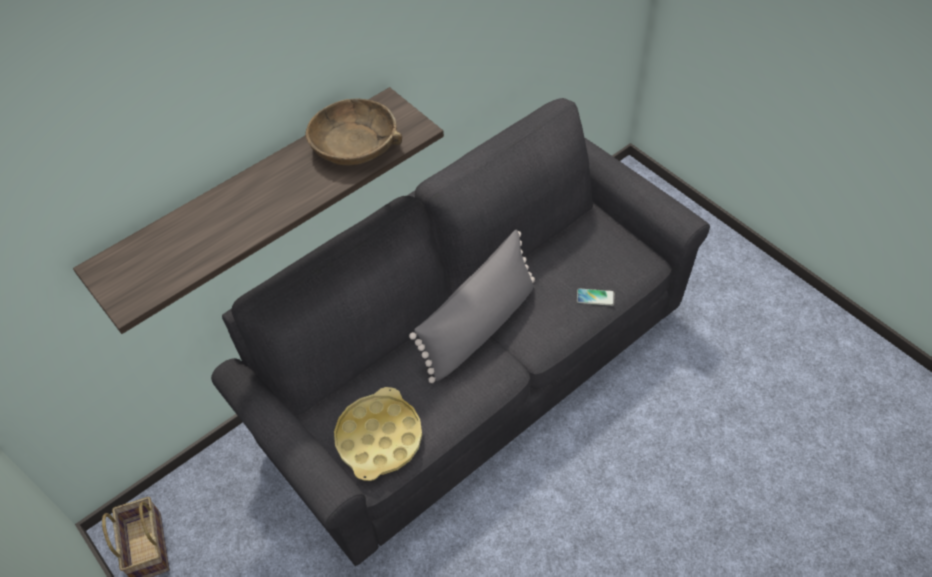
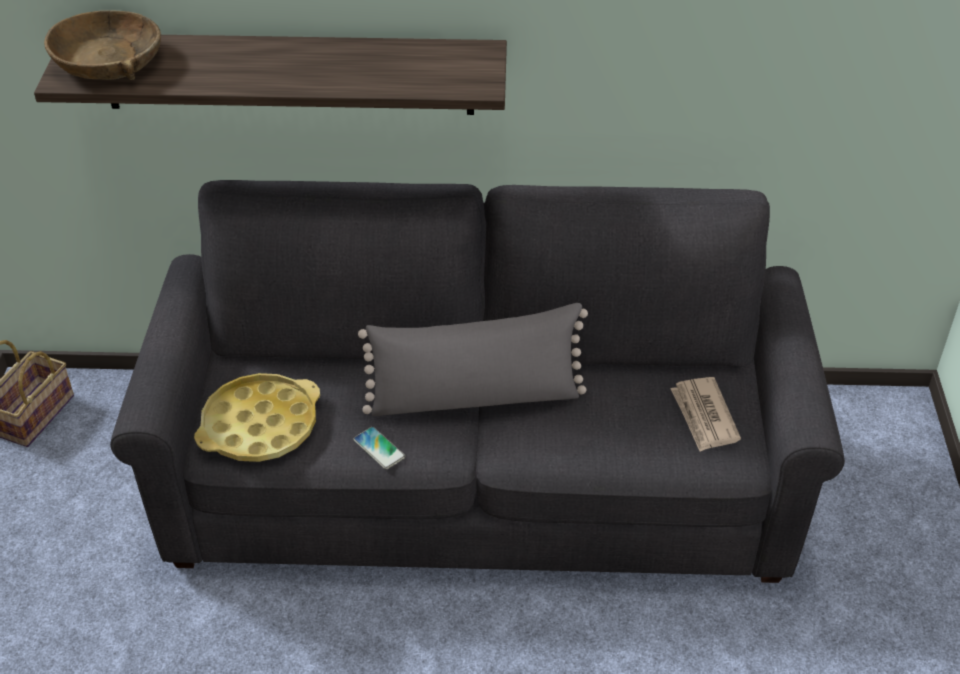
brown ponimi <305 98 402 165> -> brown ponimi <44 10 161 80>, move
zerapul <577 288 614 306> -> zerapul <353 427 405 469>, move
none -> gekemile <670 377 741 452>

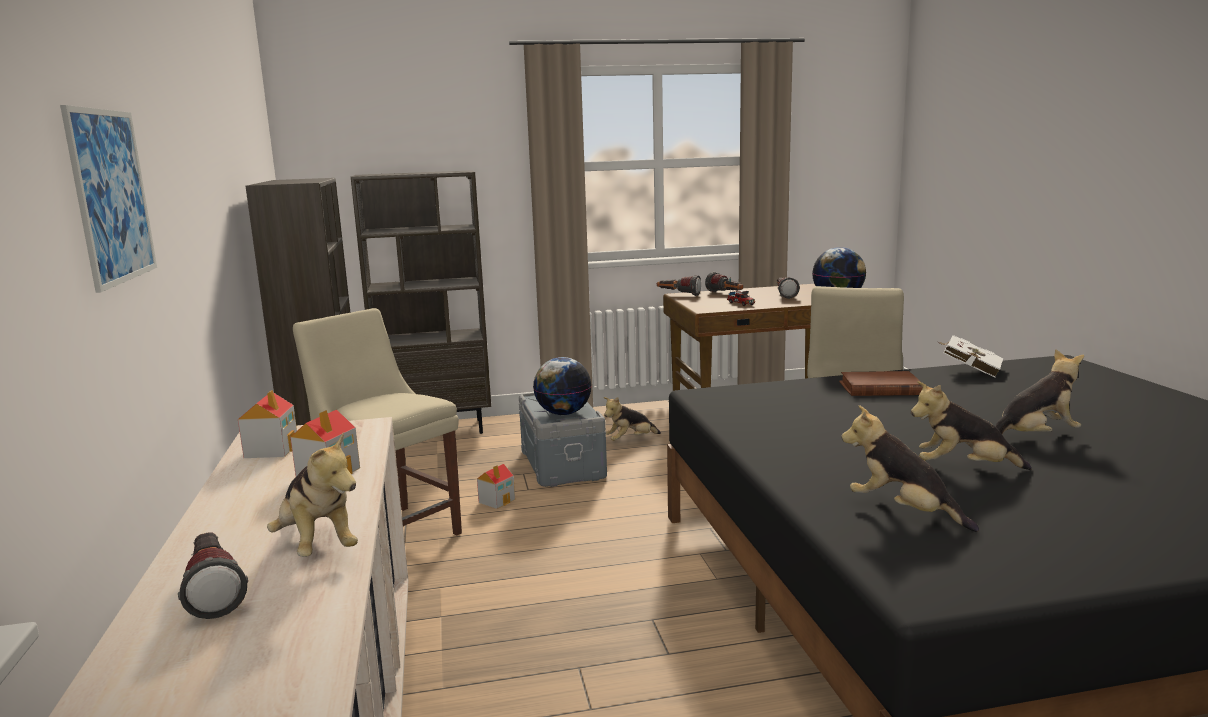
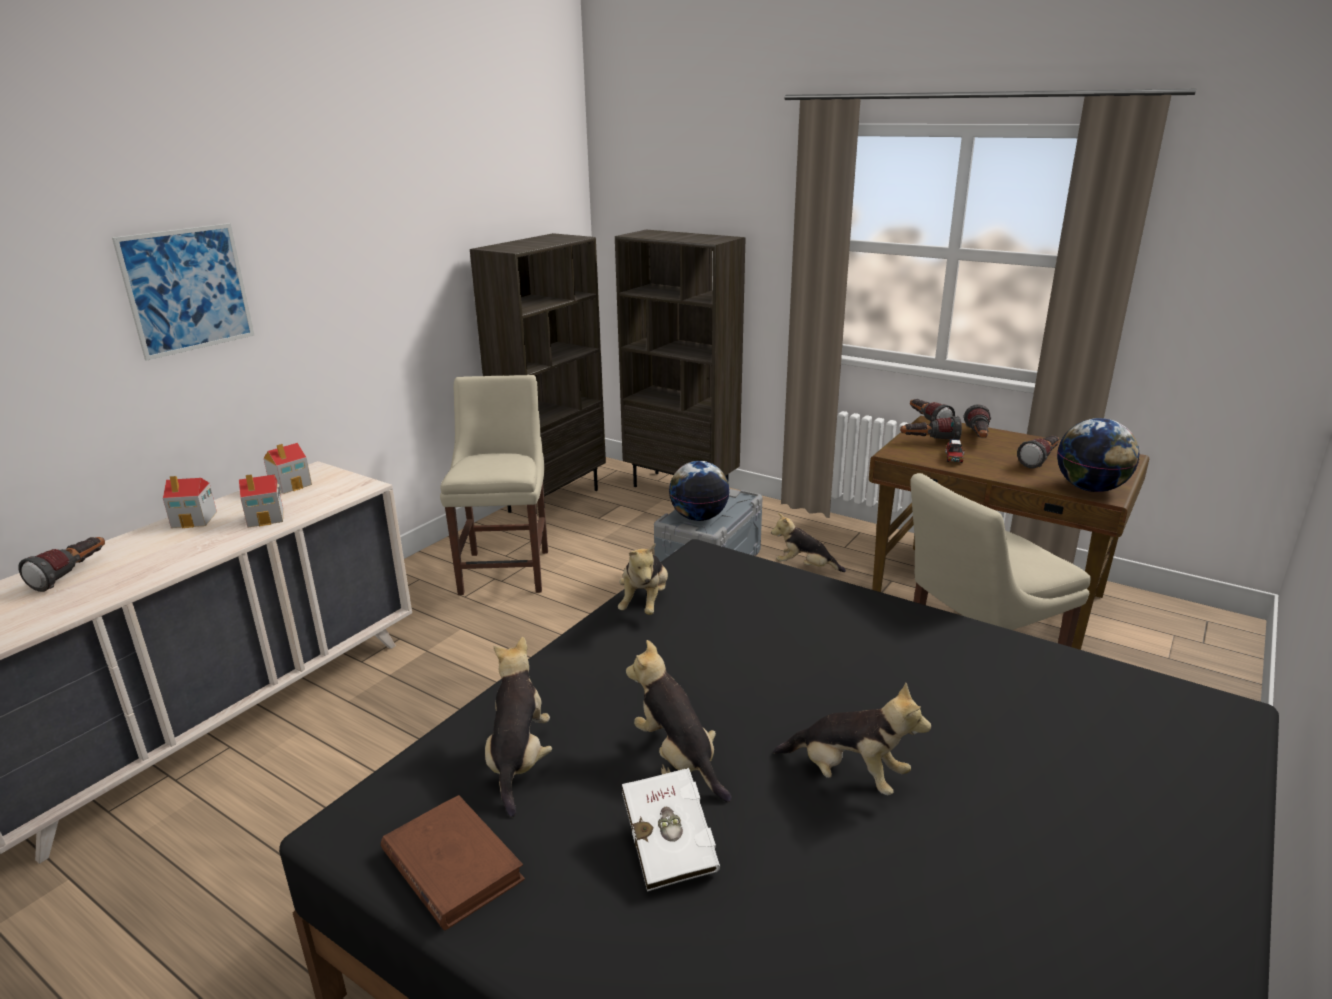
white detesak <939 335 1004 377> -> white detesak <622 764 720 892>, move
brown detesak <839 371 923 396> -> brown detesak <381 795 525 931>, move
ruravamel <267 432 358 557> -> ruravamel <618 543 668 615>, move
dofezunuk <477 464 515 509> -> dofezunuk <163 476 217 528>, move
none -> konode <900 416 962 440>

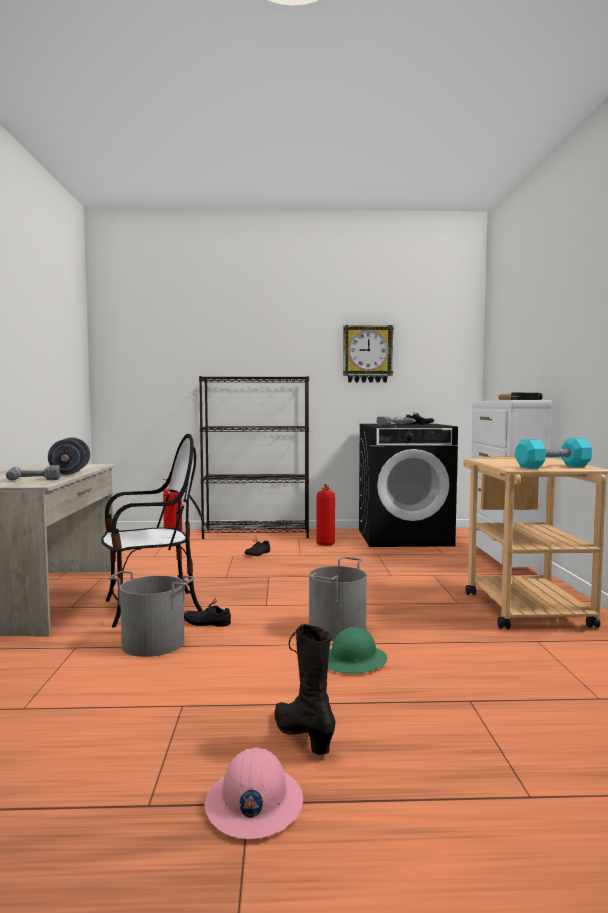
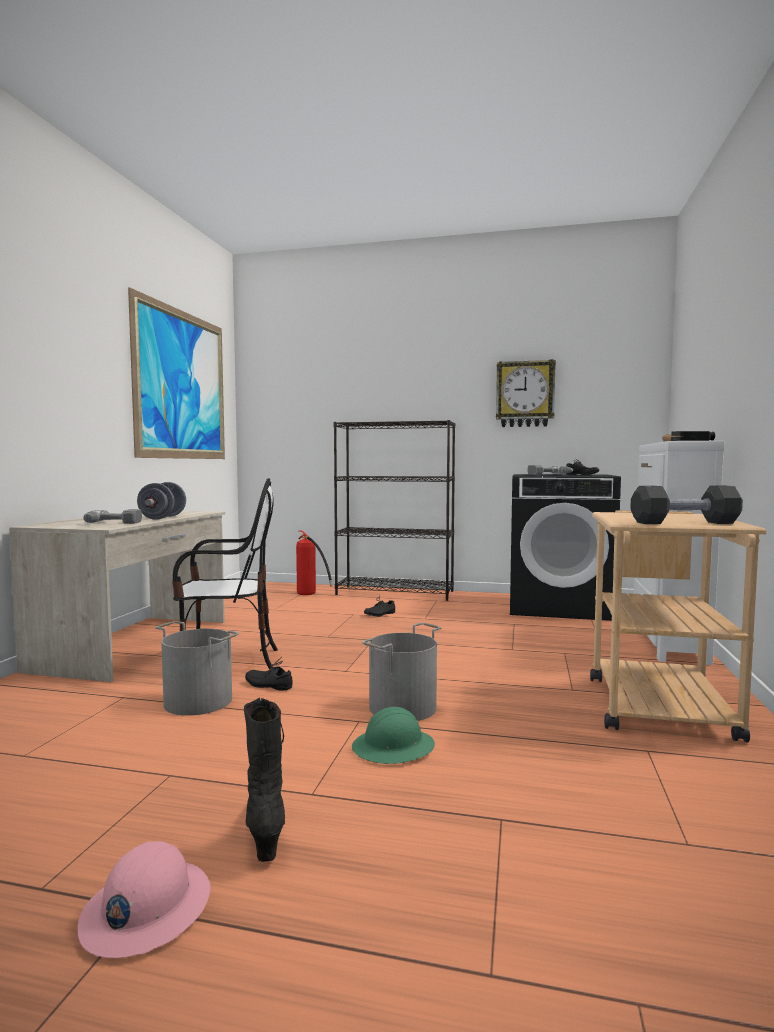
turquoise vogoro <515 438 592 469> -> black vogoro <630 486 743 524>
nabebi <316 484 335 546> -> none
none -> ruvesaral <128 287 225 459>

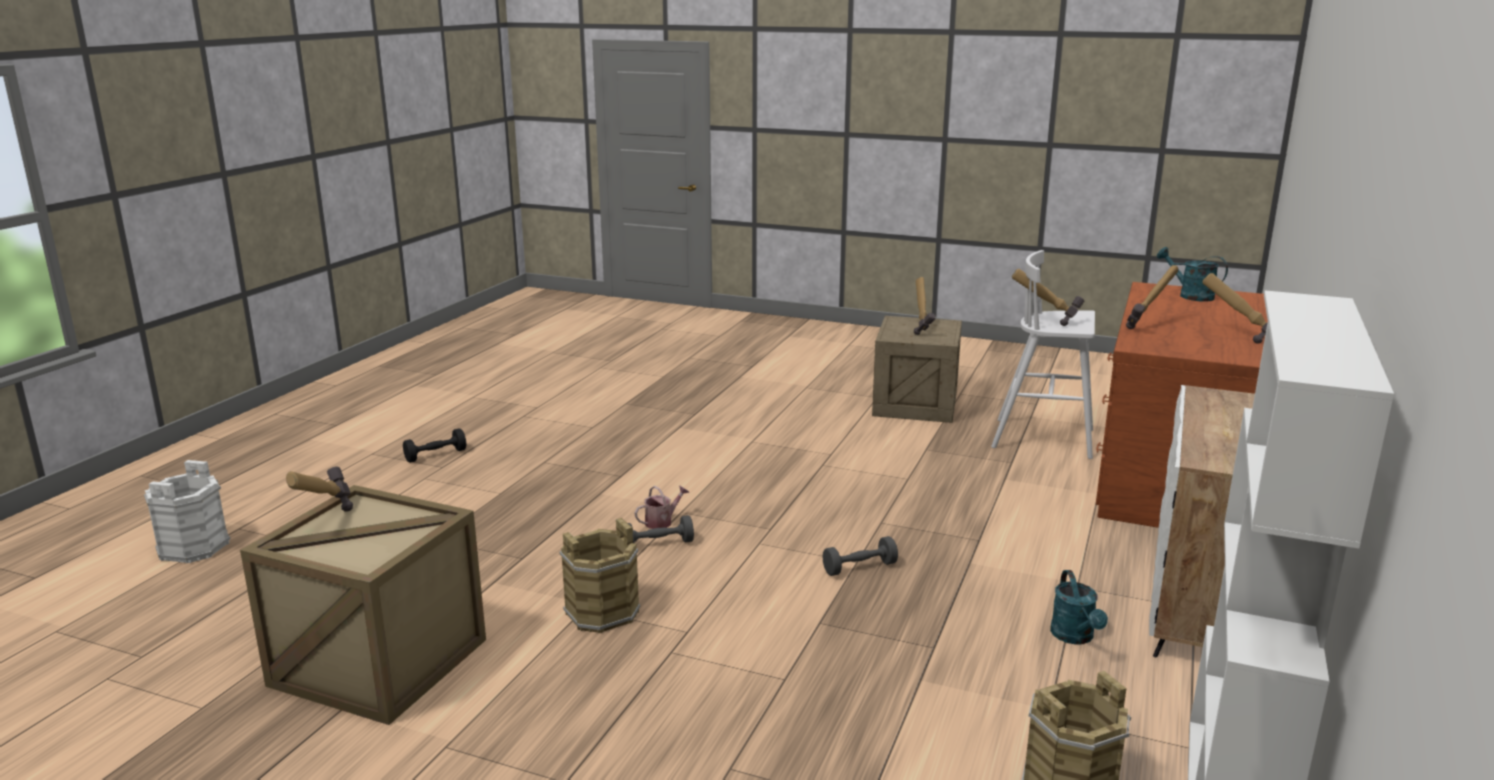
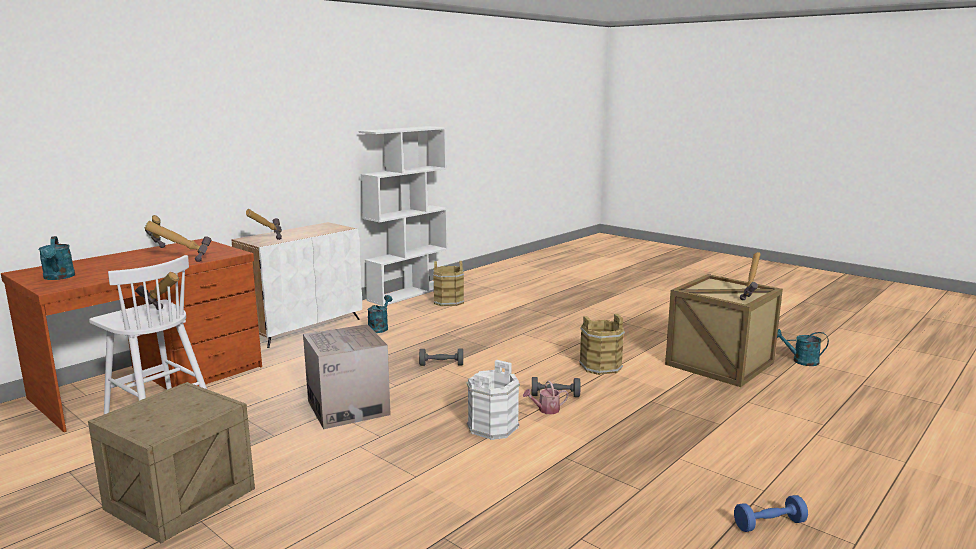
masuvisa <914 277 936 335> -> masuvisa <246 209 282 240>, move
black vogoro <403 428 466 463> -> blue vogoro <734 495 808 532>
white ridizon <144 460 231 563> -> white ridizon <466 360 520 440>, move
none -> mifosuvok <303 324 391 429>
none -> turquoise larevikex <777 329 829 366>

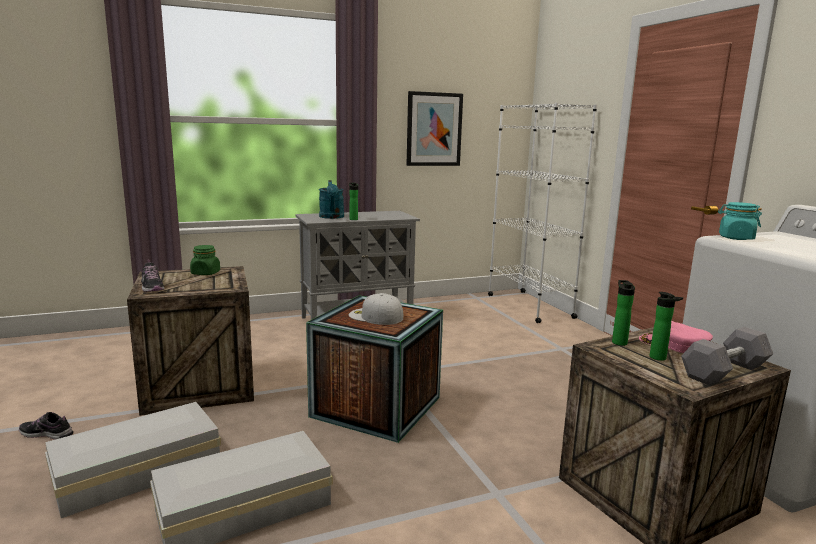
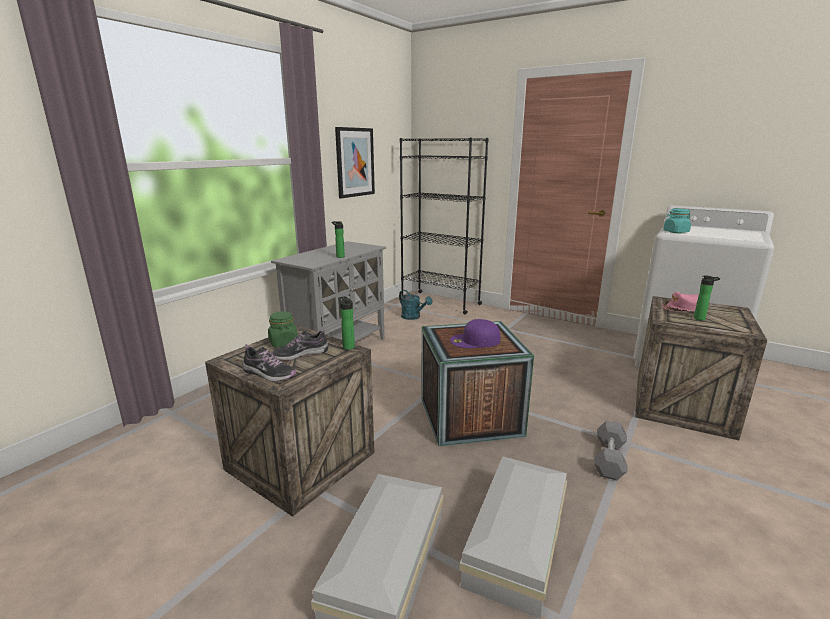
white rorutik <488 103 597 323> -> black rorutik <400 137 489 315>
turquoise larevikex <319 180 344 219> -> turquoise larevikex <399 290 432 320>, move
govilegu <612 280 635 346> -> govilegu <338 296 355 350>, move
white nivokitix <349 293 403 325> -> purple nivokitix <450 319 501 348>
grey vogoro <681 327 773 386> -> grey vogoro <594 421 628 481>, move
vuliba <19 412 73 440> -> vuliba <272 329 329 360>, move

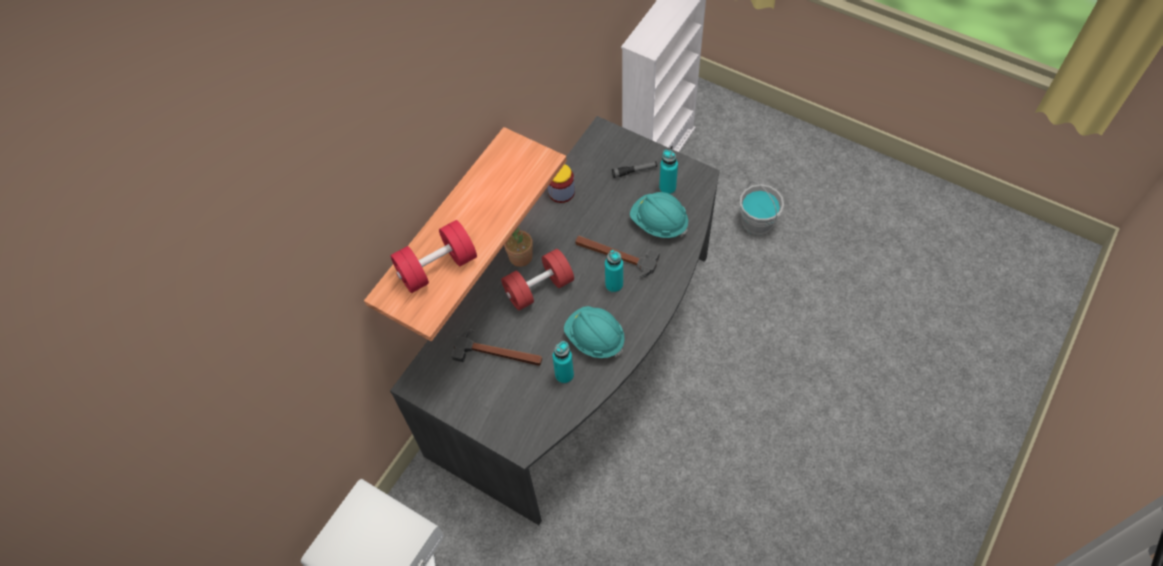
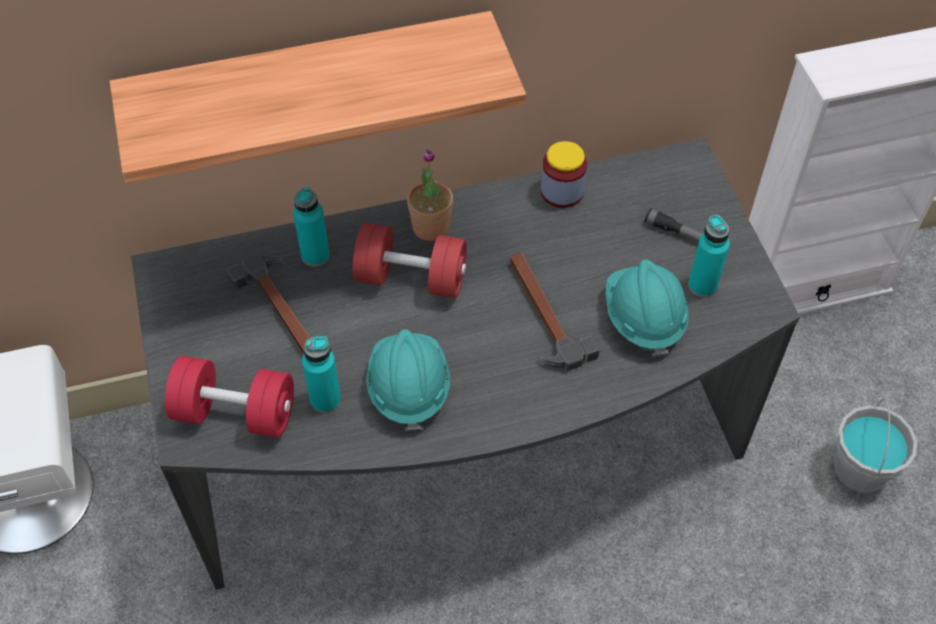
red vogoro <390 220 477 293> -> red vogoro <165 356 294 438>, move
turquoise govilegu <605 250 623 293> -> turquoise govilegu <293 187 330 267>, move

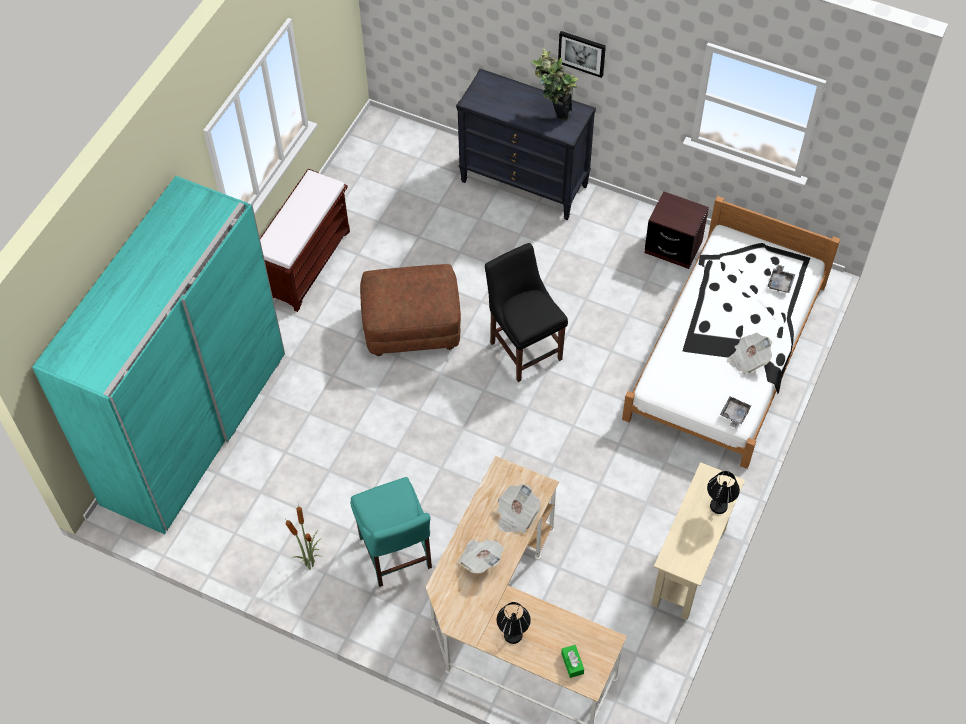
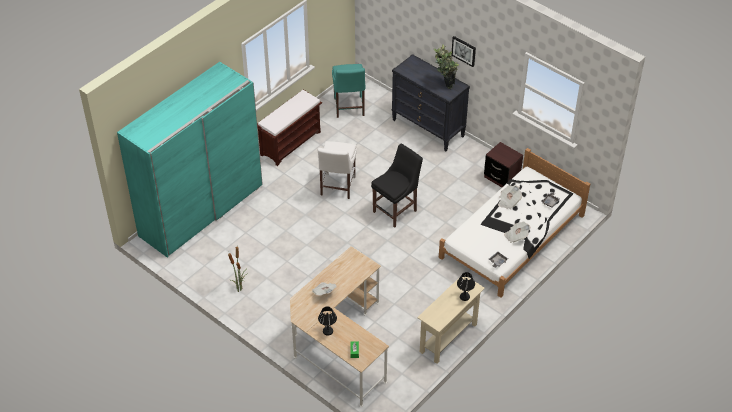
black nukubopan <485 243 568 382> -> black nukubopan <371 144 423 228>, 60 degrees clockwise
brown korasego <360 264 461 356> -> white nukubopan <318 141 357 199>
turquoise nukubopan <350 477 432 587> -> turquoise nukubopan <332 64 365 118>, move
gekemile <497 484 541 533> -> gekemile <498 185 522 209>, move

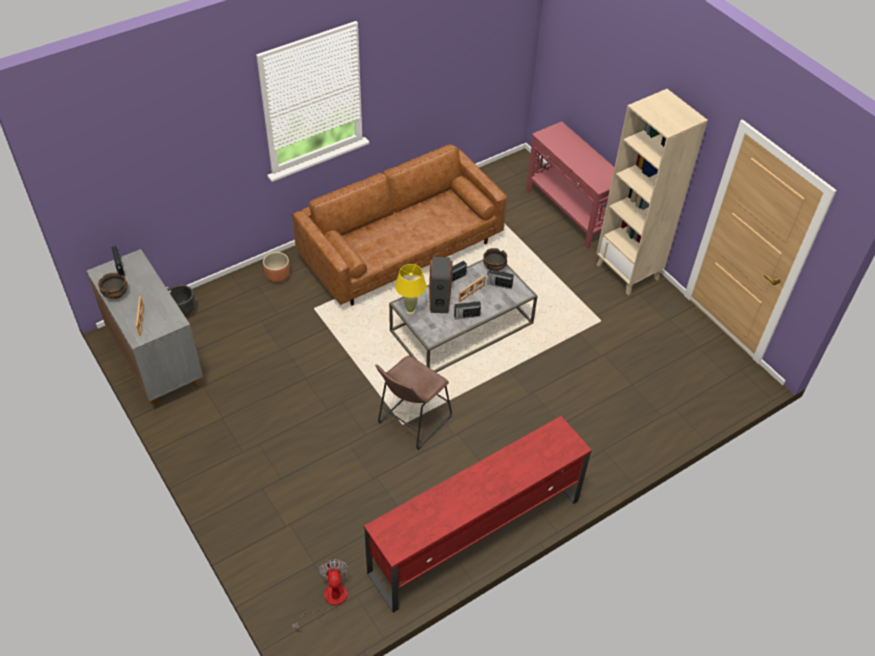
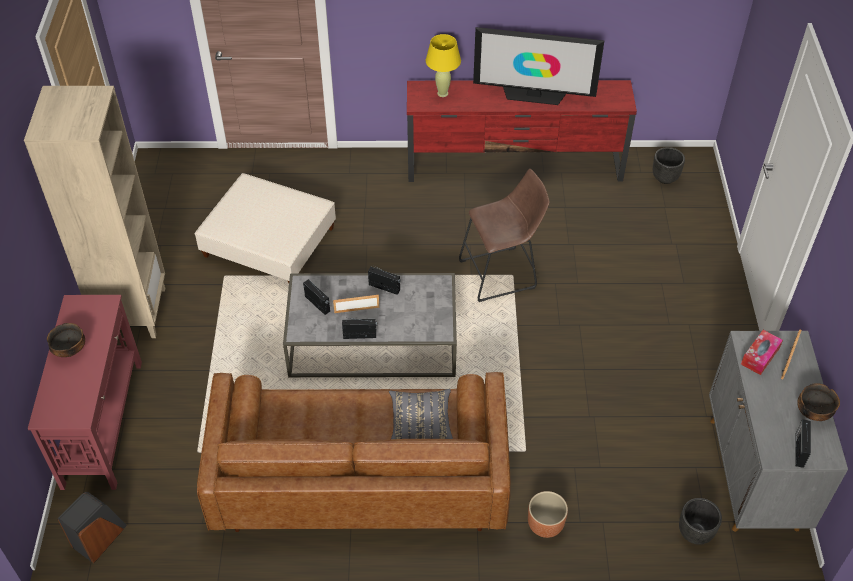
ponimi <483 248 507 271> -> ponimi <47 323 85 357>, move
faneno <429 257 453 313> -> faneno <58 492 127 563>, move
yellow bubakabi <395 264 426 314> -> yellow bubakabi <426 34 461 97>, move
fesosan <292 560 348 628> -> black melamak <653 147 685 184>
none -> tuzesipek <473 27 604 105>
none -> beige korasego <195 173 336 283>
none -> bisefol <741 330 783 375>
none -> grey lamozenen <389 389 453 439>

